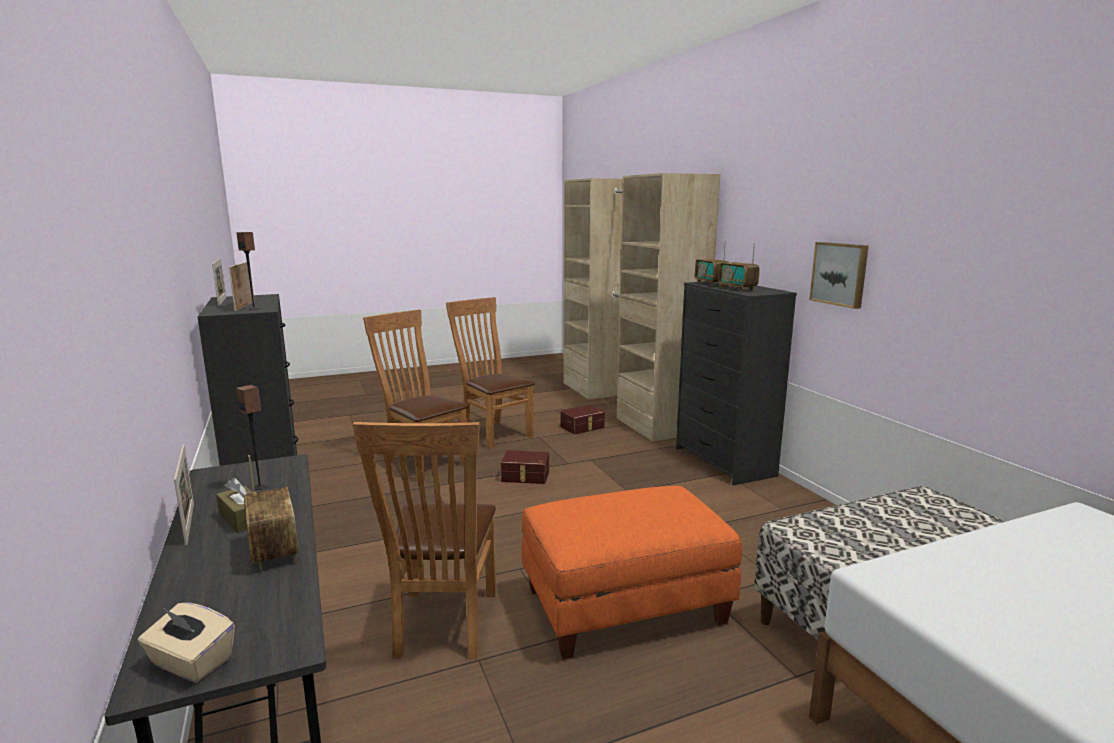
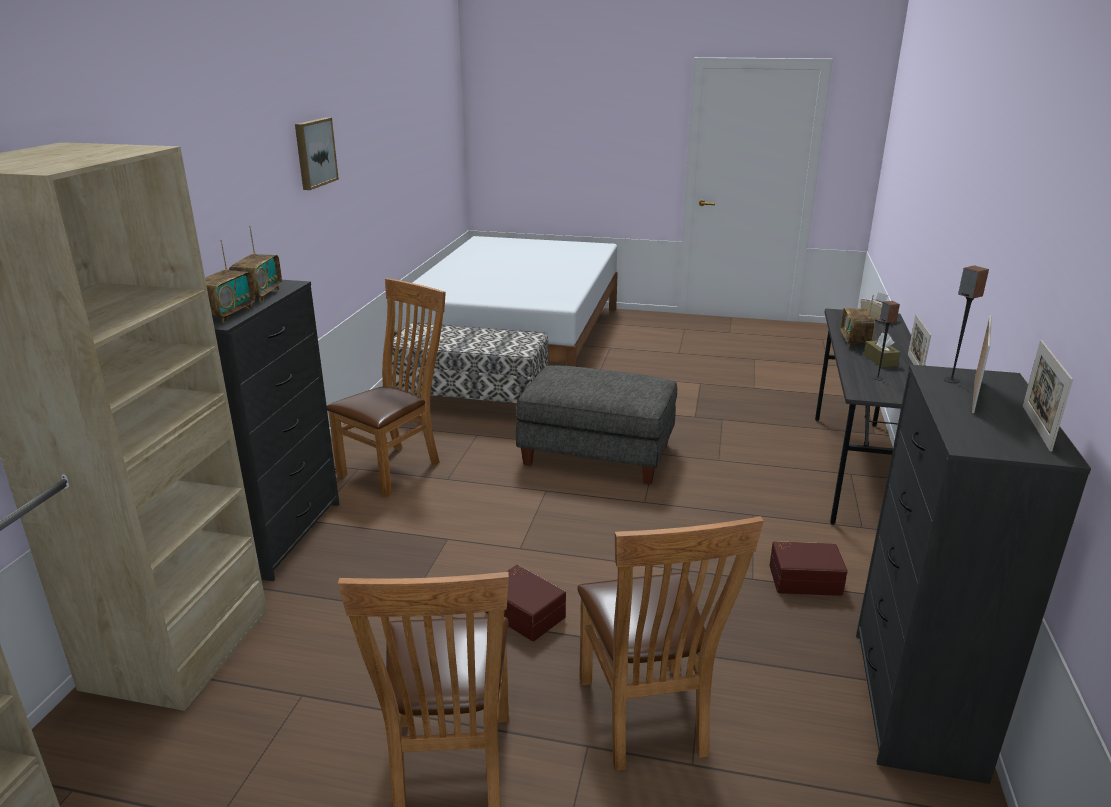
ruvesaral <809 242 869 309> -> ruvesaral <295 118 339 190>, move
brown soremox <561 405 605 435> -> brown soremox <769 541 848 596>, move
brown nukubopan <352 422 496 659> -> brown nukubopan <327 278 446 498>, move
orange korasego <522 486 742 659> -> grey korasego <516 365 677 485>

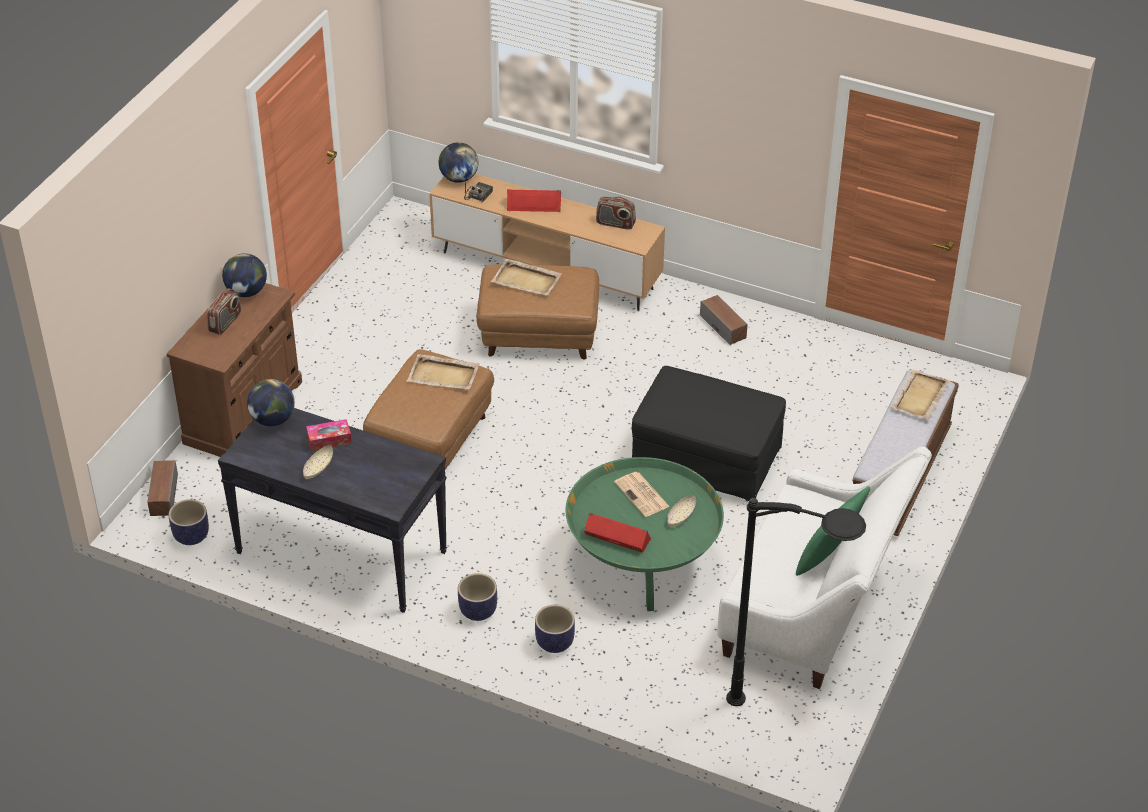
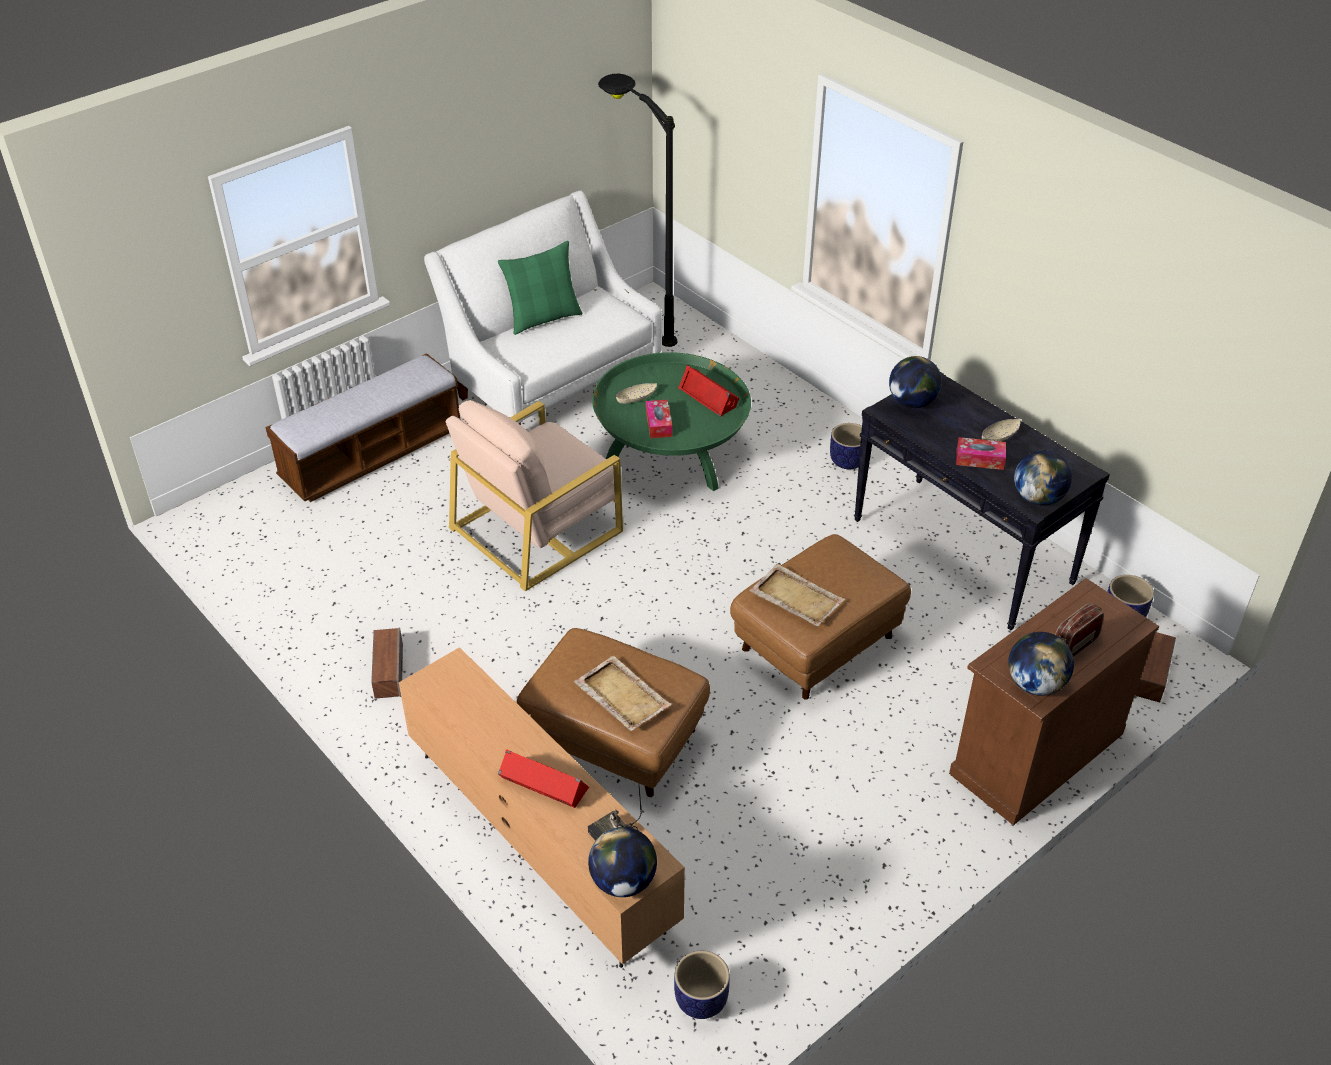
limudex <596 196 636 230> -> none
black korasego <632 366 786 501> -> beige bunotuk <446 400 623 591>
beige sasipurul <891 370 950 420> -> none
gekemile <614 472 670 517> -> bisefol <646 400 672 438>
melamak <535 605 575 653> -> melamak <674 951 730 1019>, move
none -> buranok <889 356 942 408>

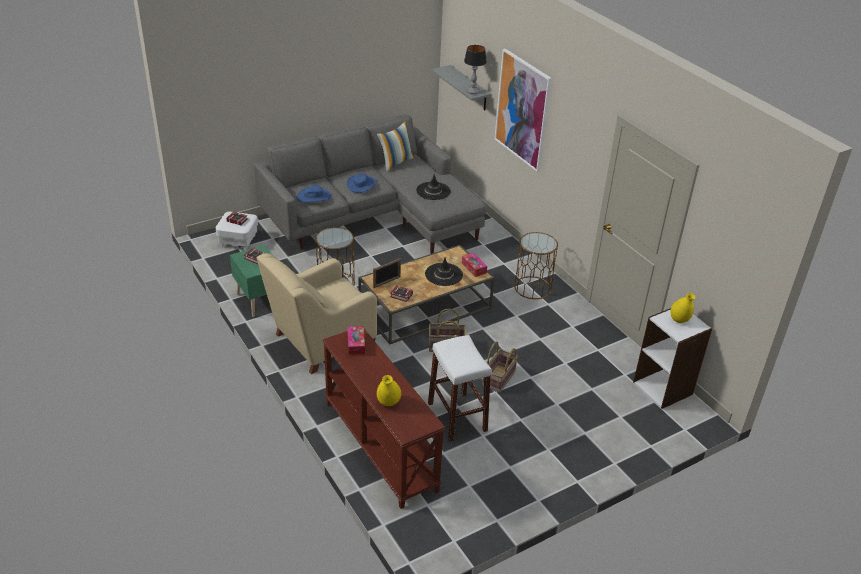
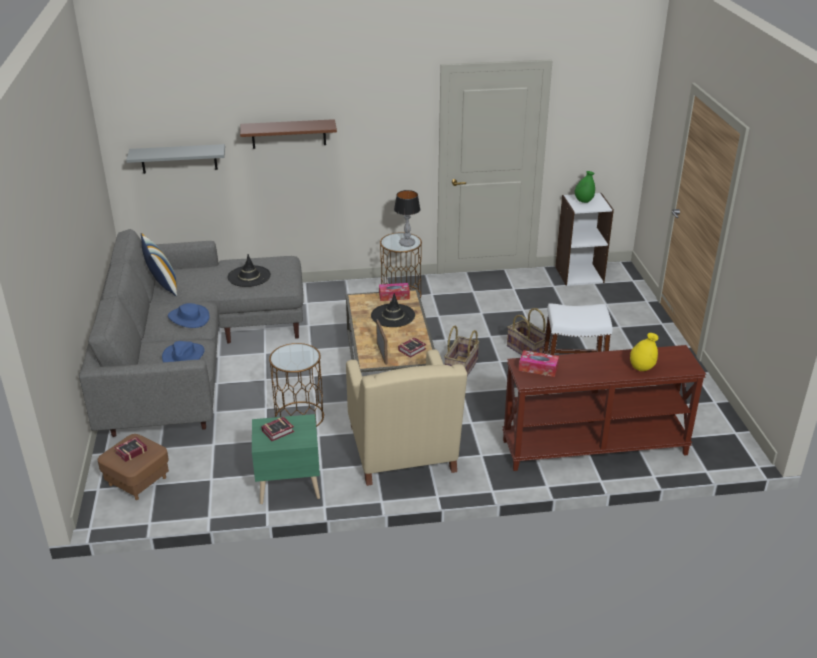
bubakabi <464 45 487 94> -> bubakabi <394 190 421 247>, move
ruvesaral <495 49 552 172> -> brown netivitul <240 119 337 149>
white korasego <216 212 258 250> -> brown korasego <98 434 169 500>
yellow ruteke <671 293 695 323> -> green ruteke <575 171 595 203>

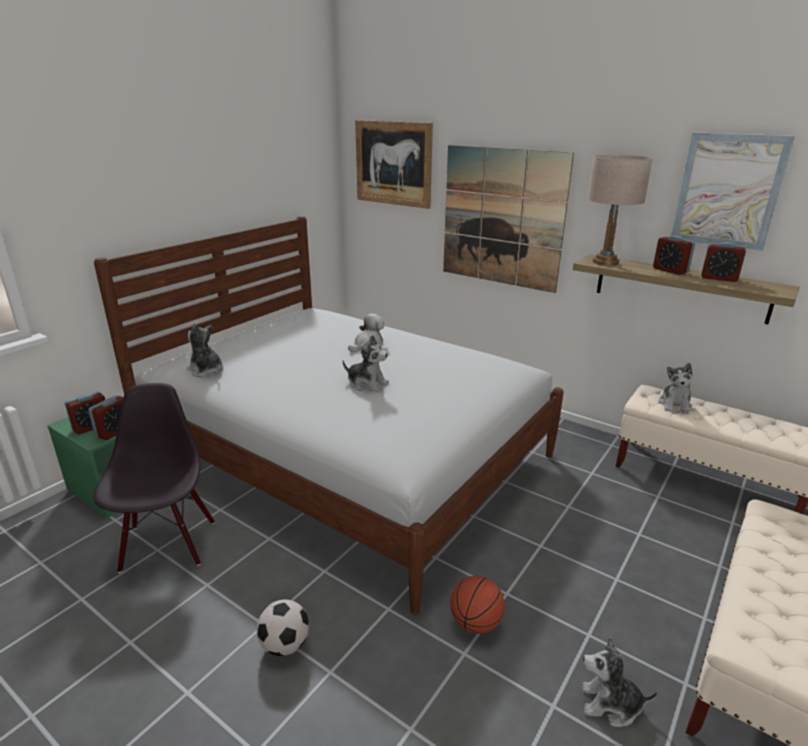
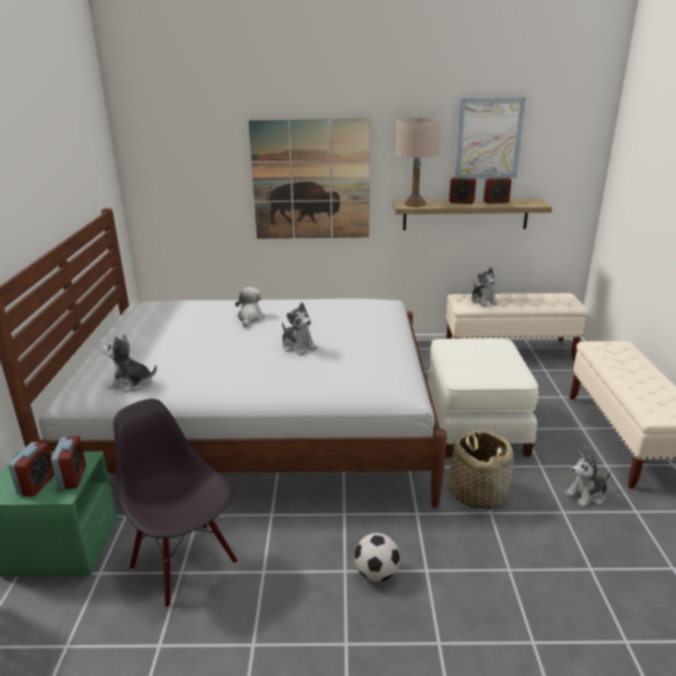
ruvesaral <355 120 433 209> -> none
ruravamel <343 335 389 392> -> ruravamel <282 302 317 356>, 60 degrees clockwise
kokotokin <450 576 505 634> -> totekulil <448 430 514 510>
none -> white korasego <428 338 538 457>

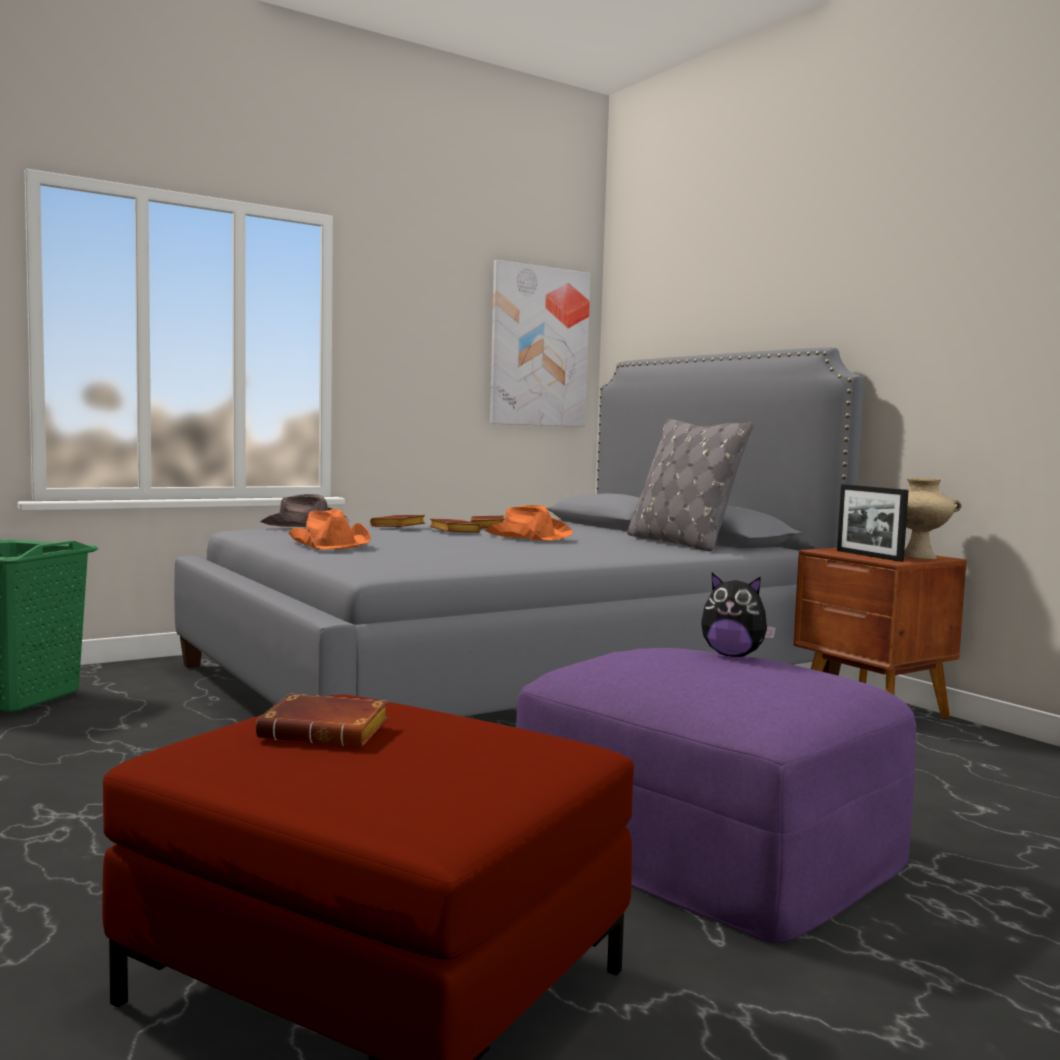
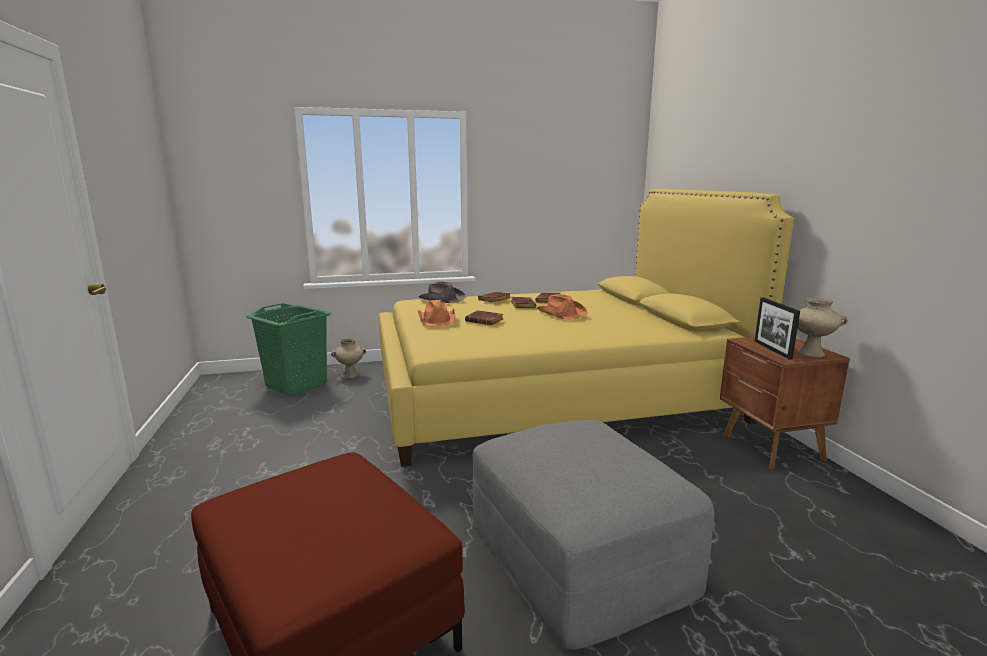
ruvesaral <490 260 591 427> -> none
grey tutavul <174 347 864 717> -> yellow tutavul <379 189 794 467>
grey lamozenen <627 418 753 552> -> none
ruravamel <701 573 776 657> -> none
purple korasego <516 648 916 943> -> grey korasego <473 420 714 650>
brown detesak <256 694 388 746> -> brown detesak <465 310 503 325>, move
none -> beige ruteke <331 338 366 379>

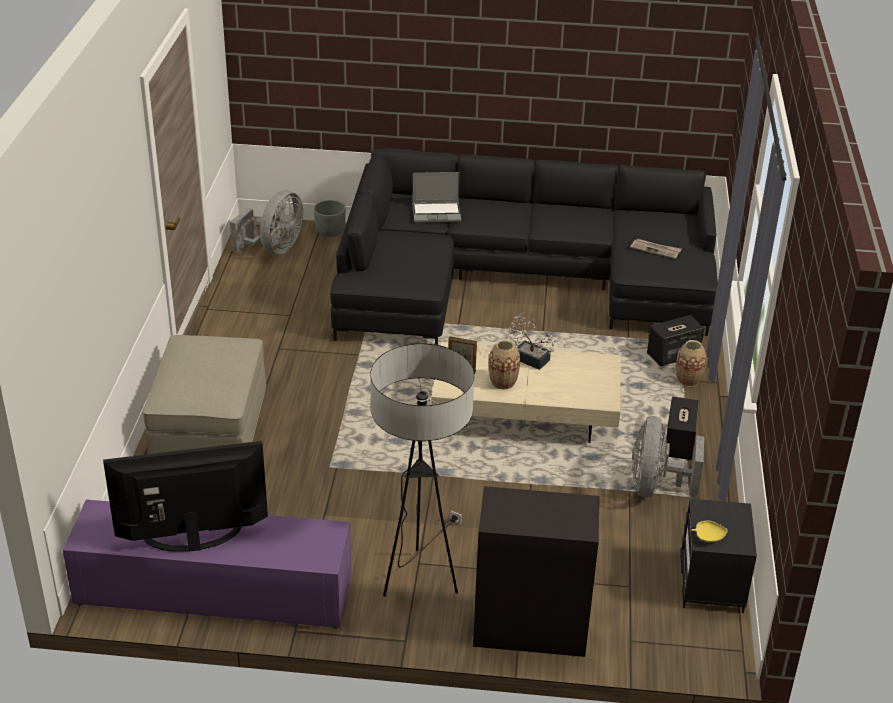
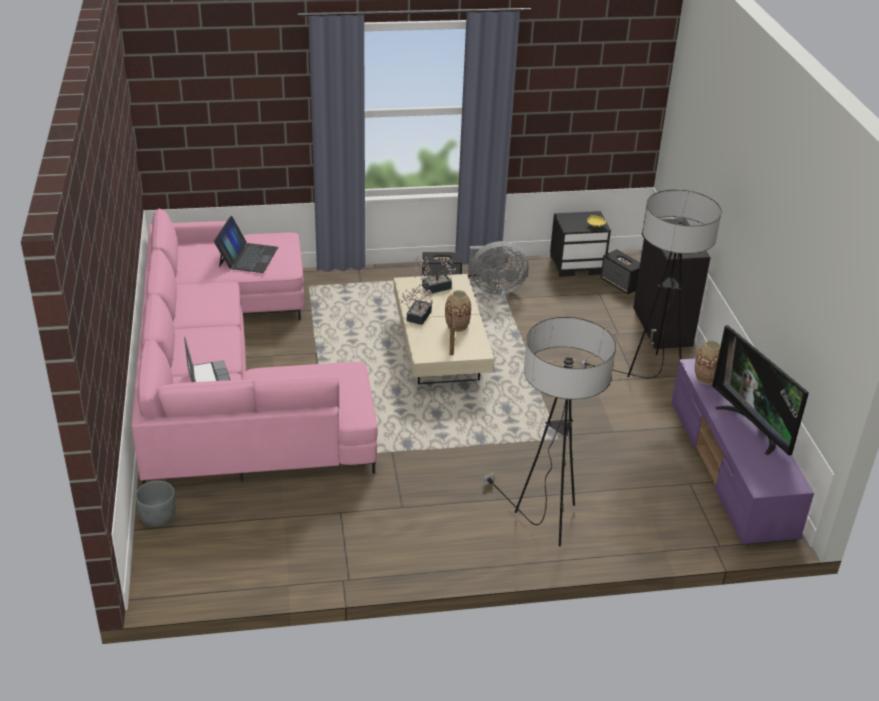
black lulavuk <330 148 718 345> -> pink lulavuk <132 209 378 485>
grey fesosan <230 190 303 254> -> none
gekemile <630 239 682 259> -> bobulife <214 216 278 273>
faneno <647 315 704 366> -> faneno <600 249 640 294>, move
beige korasego <143 335 266 454> -> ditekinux <483 317 616 546>
ruteke <676 340 707 387> -> ruteke <695 340 721 384>, move
none -> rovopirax <414 257 456 294>

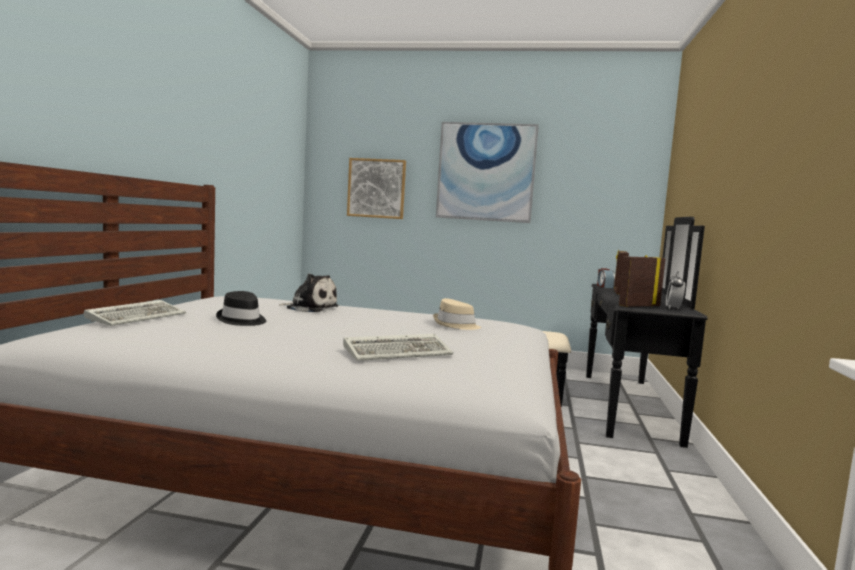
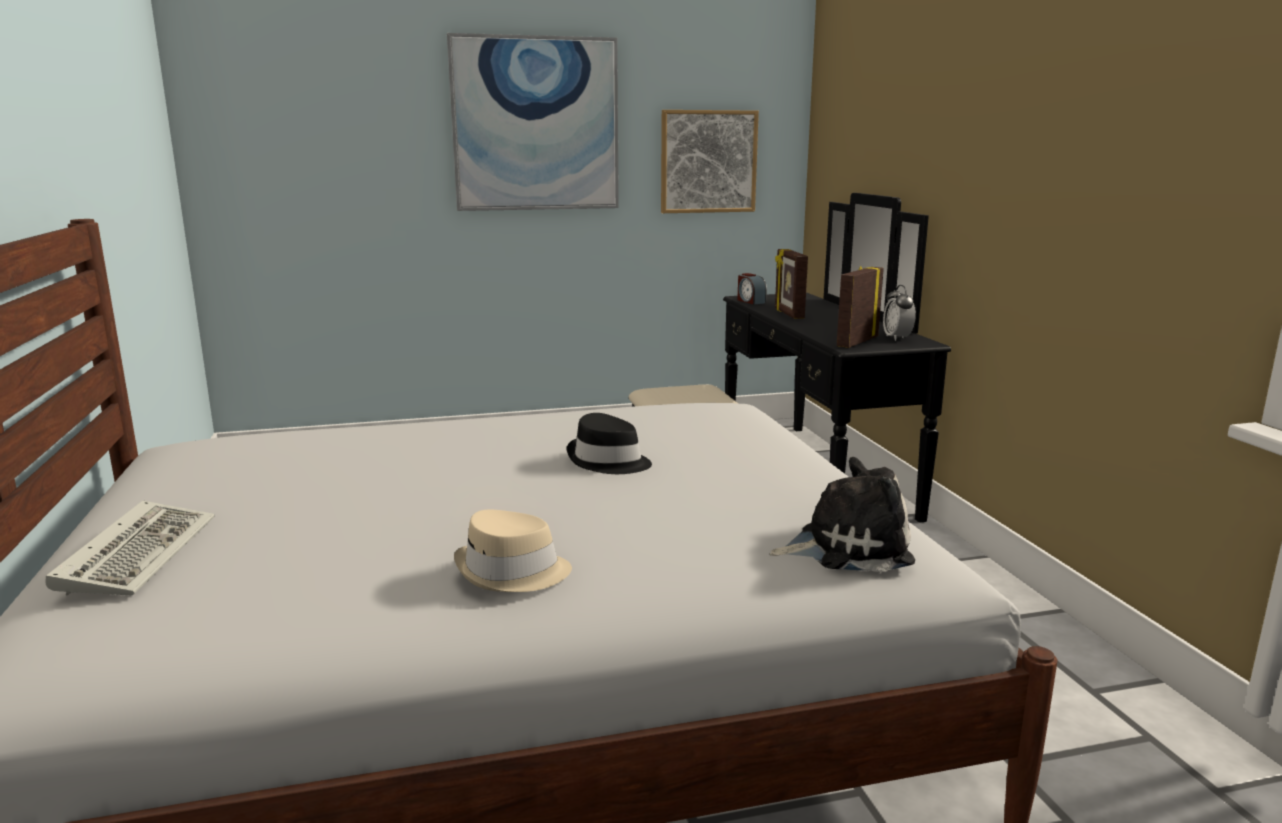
ruvesaral <347 158 406 219> -> ruvesaral <661 110 759 213>, move
ruravamel <279 273 339 312> -> ruravamel <769 457 915 572>, move
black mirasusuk <216 291 266 326> -> black mirasusuk <567 413 652 474>, move
beige mirasusuk <433 298 481 330> -> beige mirasusuk <454 510 572 592>, move
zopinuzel <343 334 453 361> -> none

